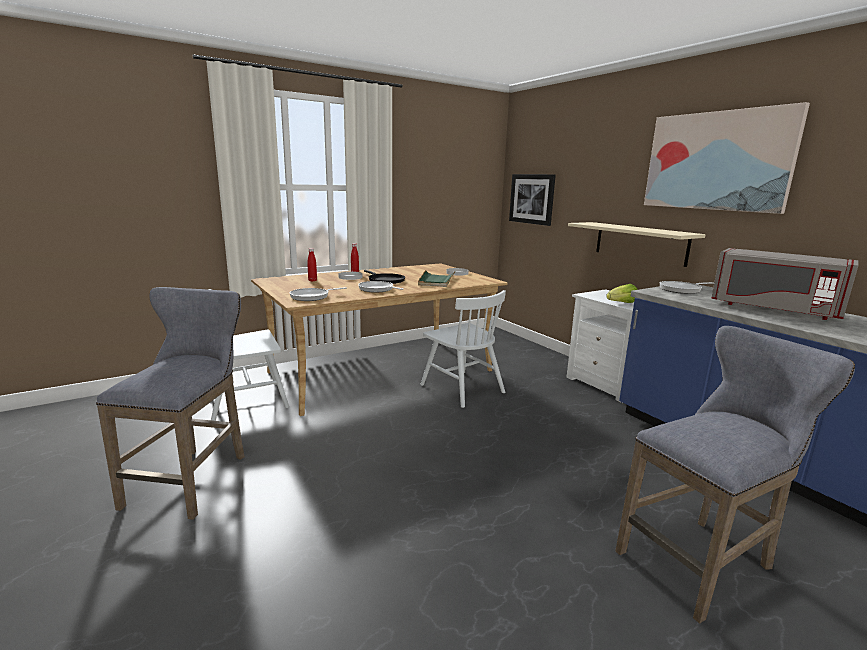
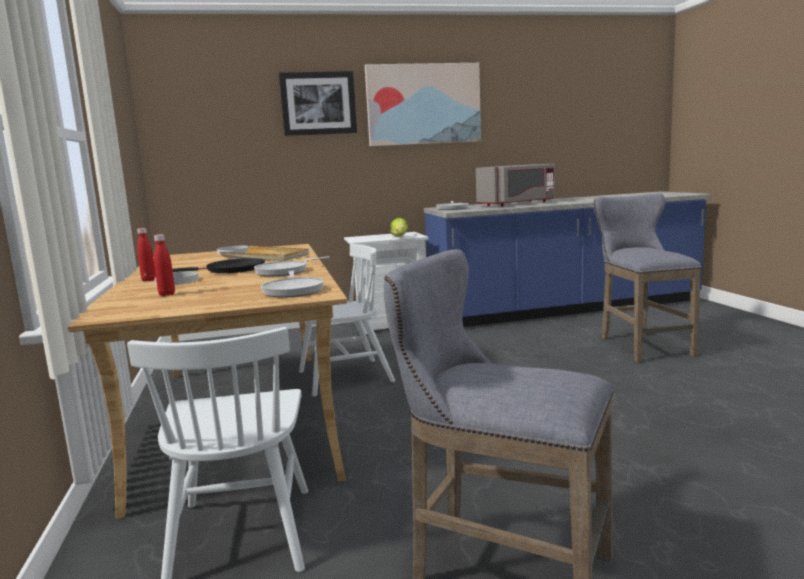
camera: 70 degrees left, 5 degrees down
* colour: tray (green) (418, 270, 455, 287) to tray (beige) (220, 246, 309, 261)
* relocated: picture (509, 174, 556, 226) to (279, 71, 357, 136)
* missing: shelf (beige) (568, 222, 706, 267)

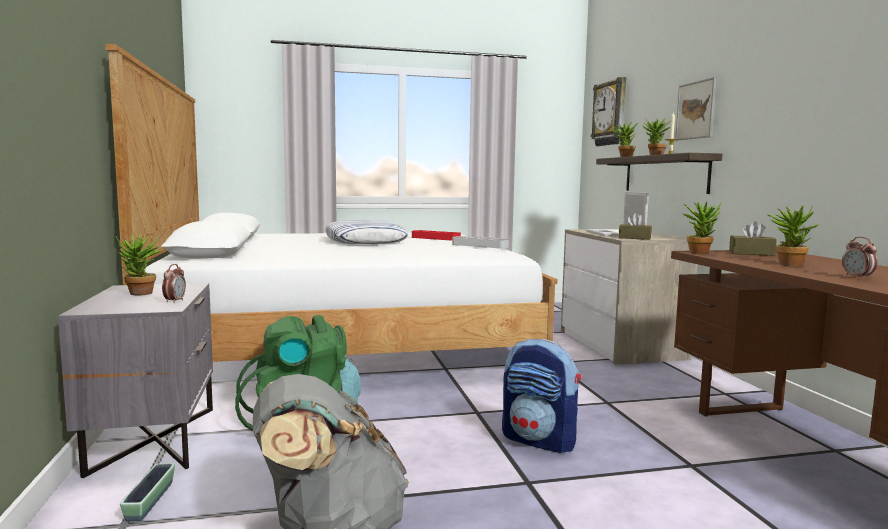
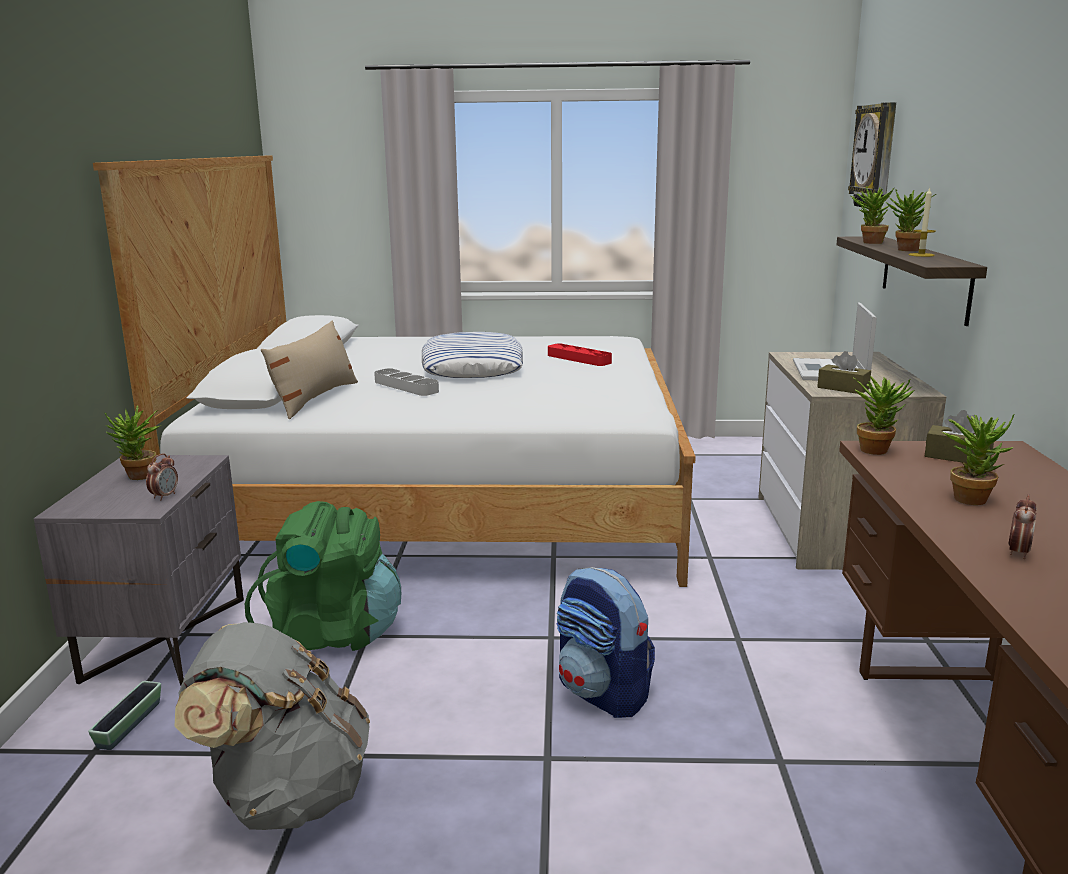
camera: 15 degrees right, 10 degrees up
* appeared: pillow (beige) (261, 321, 358, 420)
* relocated: tray (grey) (452, 236, 509, 249) to (374, 368, 439, 396)
* spun: alarm clock (842, 237, 878, 280) = (1008, 494, 1037, 559) 150 degrees counterclockwise
* missing: picture (675, 77, 717, 140)

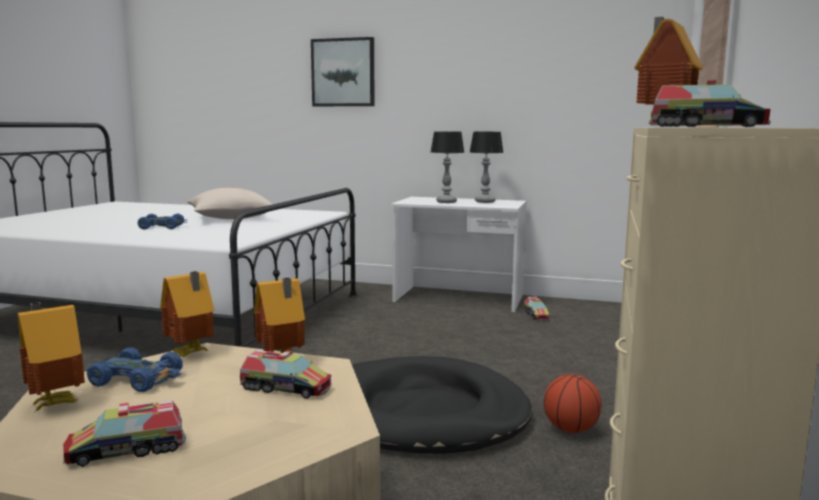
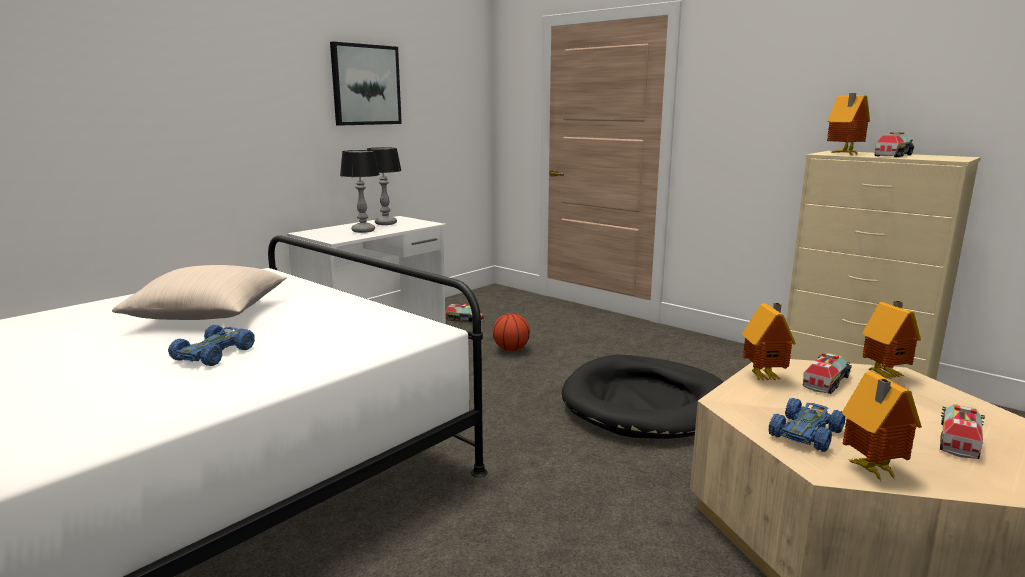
camera: 65 degrees left, 5 degrees up
* relocated: picture (311, 37, 375, 106) to (330, 42, 402, 126)
* relocated: basketball (544, 374, 602, 433) to (493, 313, 530, 351)
* relocated: toy house (160, 271, 214, 357) to (862, 301, 921, 378)
* spun: toy truck (63, 401, 186, 467) = (940, 404, 985, 459) 150 degrees counterclockwise

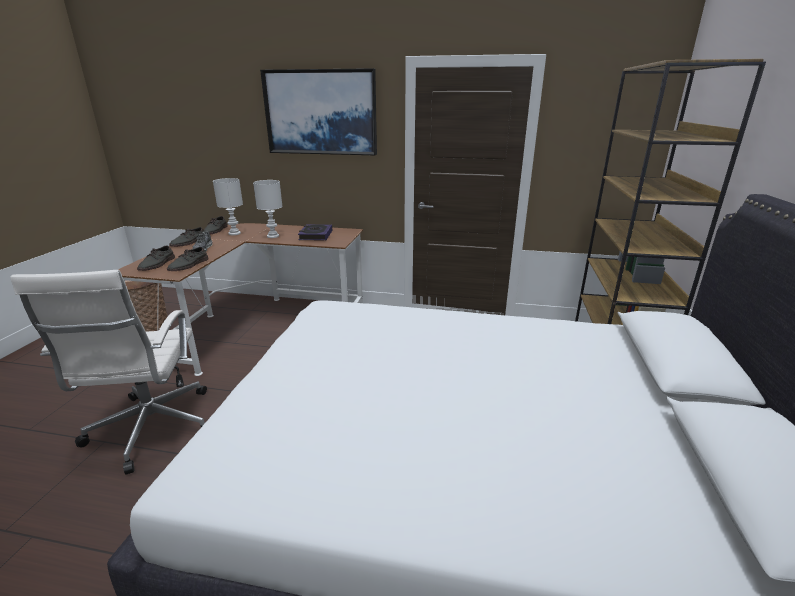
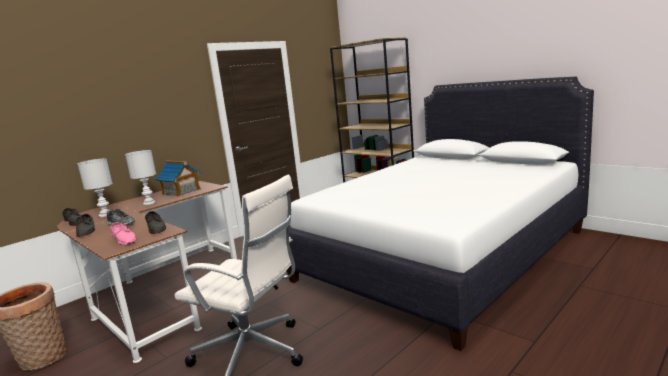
camera: 55 degrees left, 10 degrees down
* colour: shoe (grey) (137, 246, 175, 271) to shoe (pink) (110, 222, 137, 245)
* exchanged: book (298, 224, 332, 241) to toy house (156, 160, 201, 197)
* missing: picture (260, 68, 377, 155)

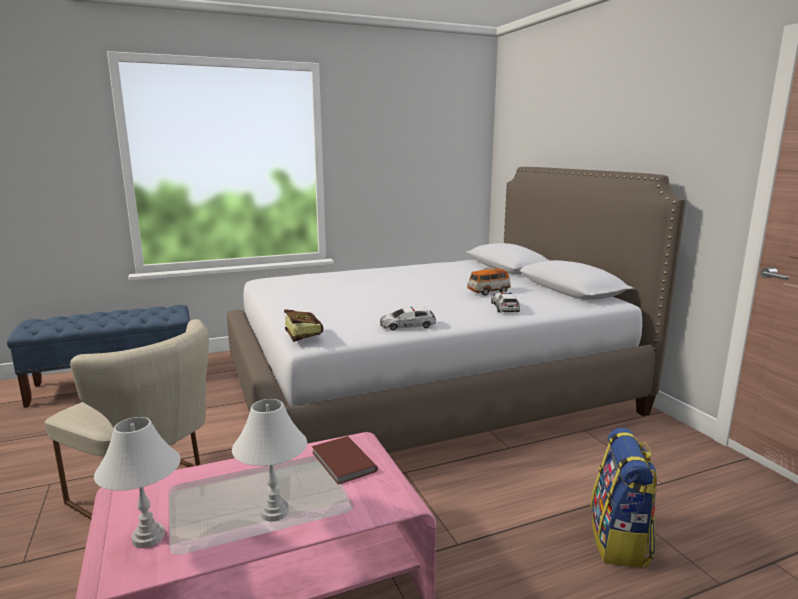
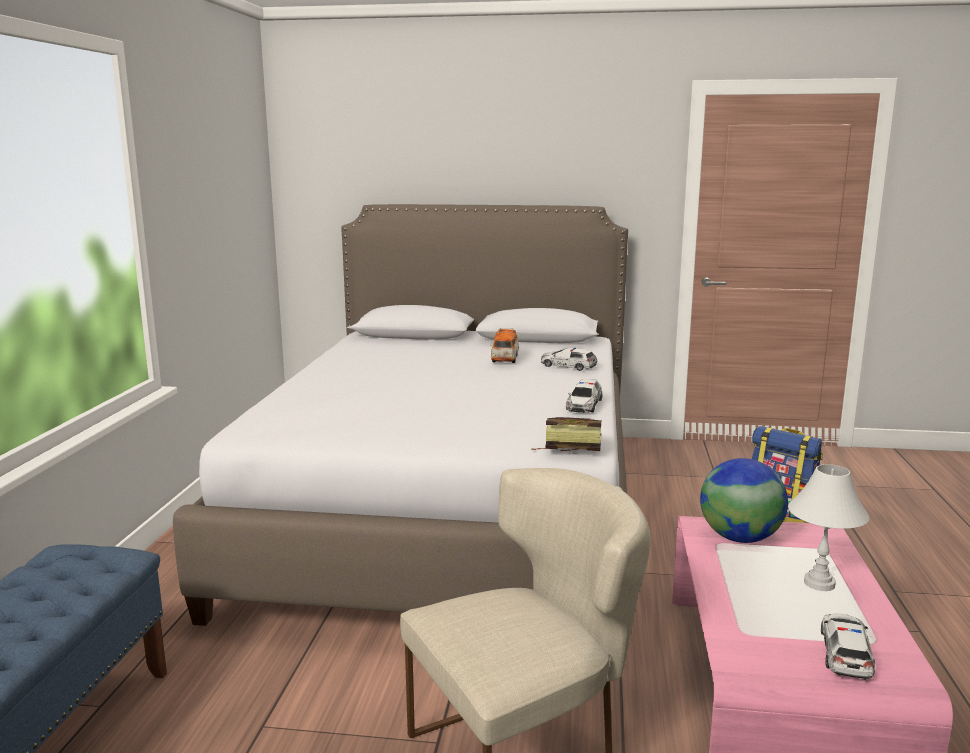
camera: 60 degrees left, 0 degrees up
* exchanged: book (brown) (312, 436, 378, 484) to globe (700, 458, 788, 543)
* exchanged: table lamp (white) (94, 417, 181, 548) to toy car (821, 613, 875, 680)

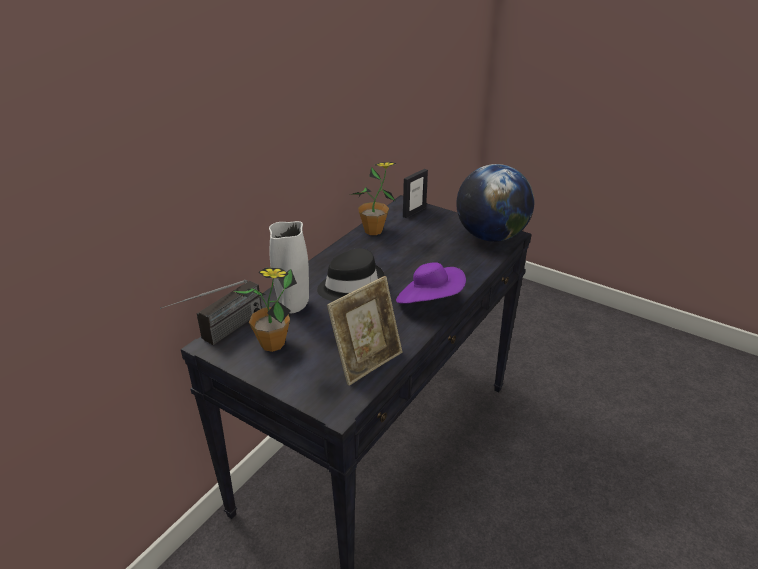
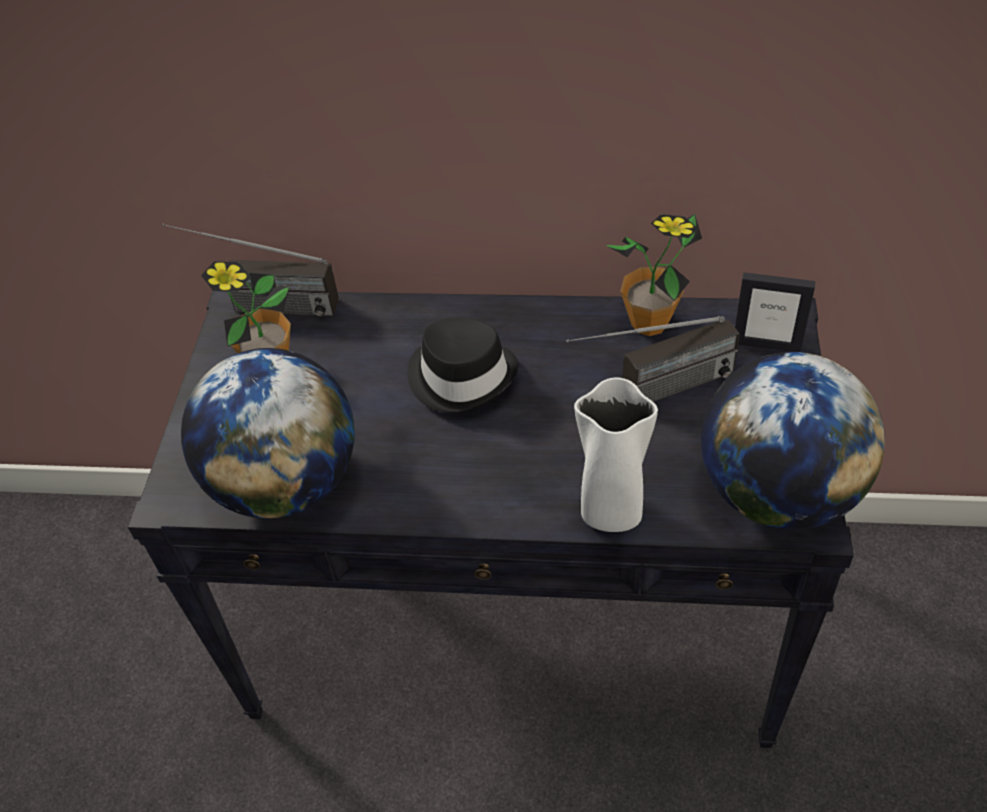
camera: 65 degrees right, 15 degrees up
* exchanged: picture frame (327, 276, 403, 386) to globe (181, 348, 355, 519)
* appeared: radio (566, 316, 740, 402)
* relocated: vase (white) (269, 221, 309, 313) to (574, 378, 658, 532)
* missing: hat (purple) (396, 262, 466, 304)

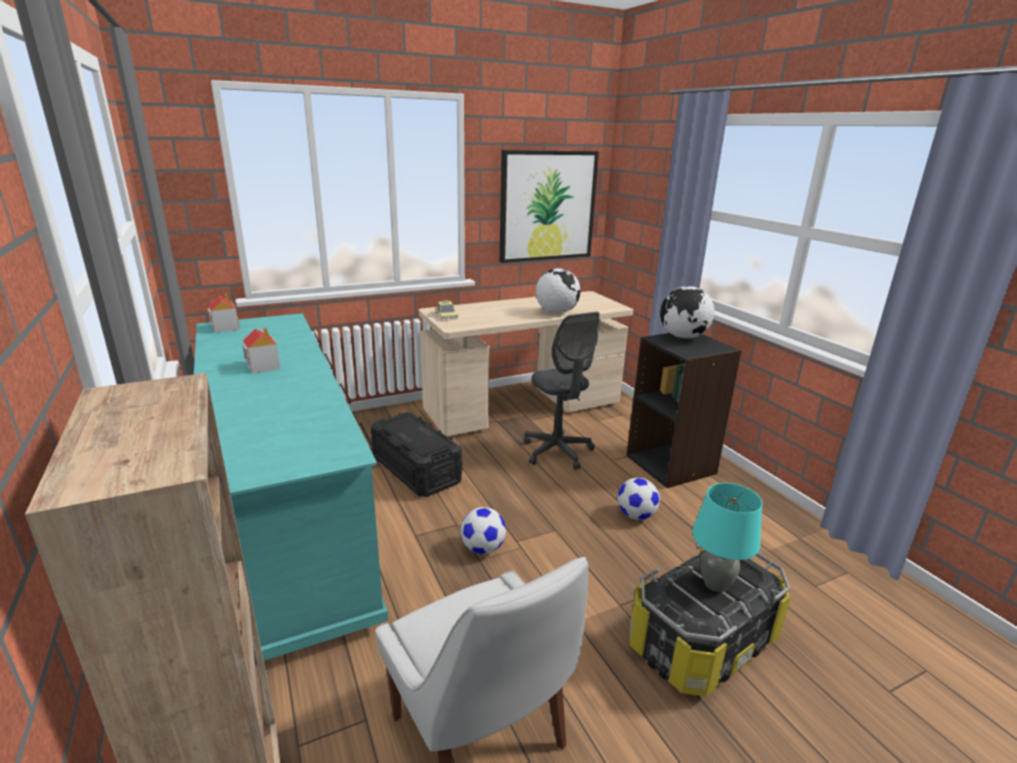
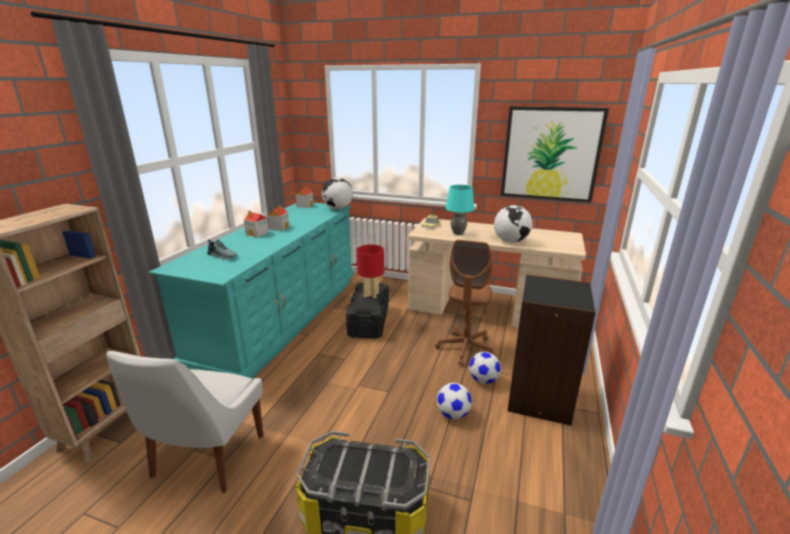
camera: 45 degrees right, 0 degrees up
* appeared: shoe (207, 240, 237, 260)
* appeared: toy house (244, 210, 269, 237)
* relocated: globe (660, 286, 714, 339) to (322, 178, 353, 209)
* appeared: table lamp (red) (357, 244, 384, 299)
* colour: office chair (grey) (524, 312, 600, 470) to office chair (brown) (435, 240, 496, 366)
* relocated: table lamp (turquoise) (692, 483, 763, 592) to (445, 185, 474, 235)
* relocated: football (460, 507, 506, 554) to (469, 352, 501, 384)

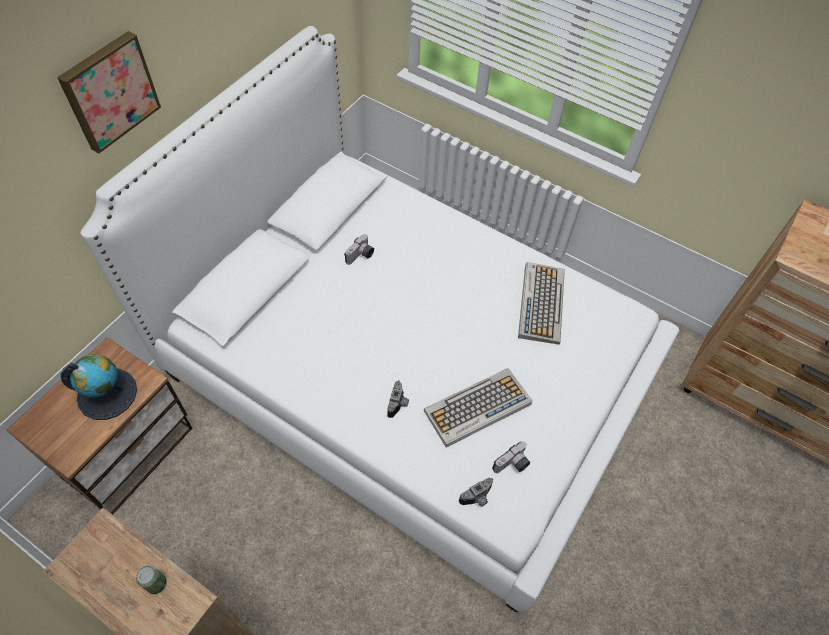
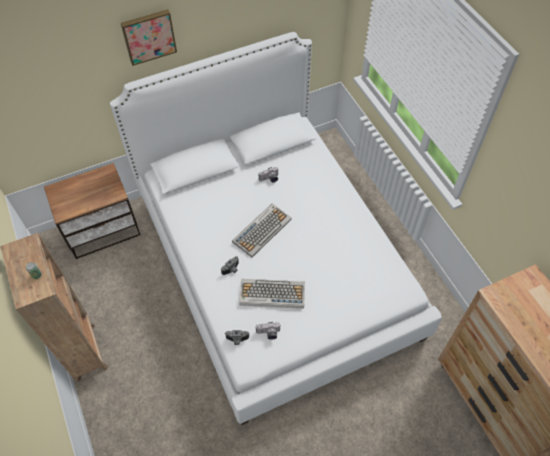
camera: 35 degrees right, 0 degrees up
* relocated: keyboard (518, 262, 565, 344) to (232, 203, 292, 257)
* missing: globe (60, 354, 137, 420)

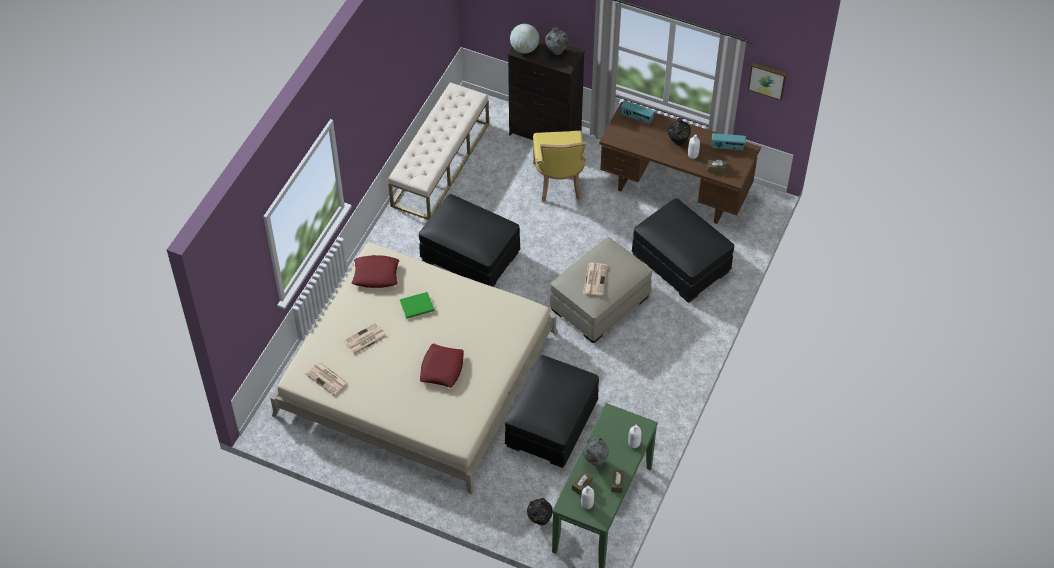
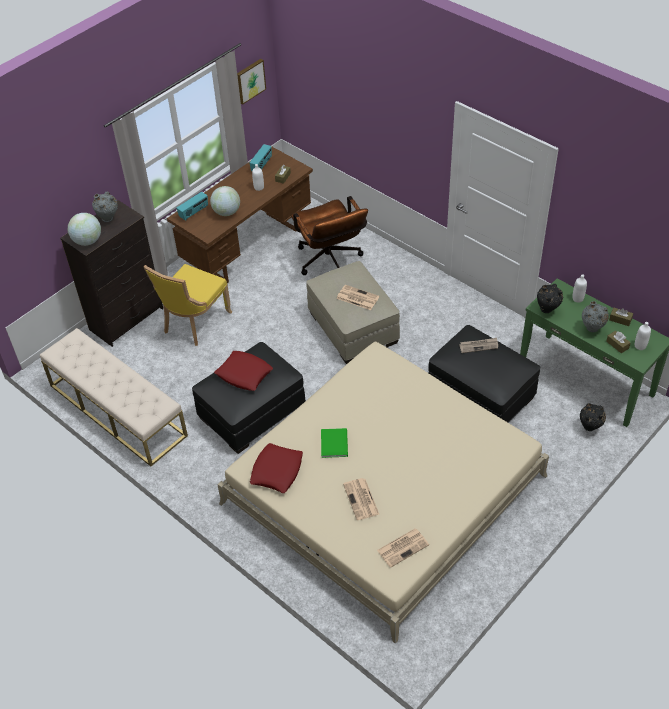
camera: 70 degrees left, 5 degrees down
* spun: chair (yellow) (532, 131, 586, 202) = (144, 264, 232, 346) 105 degrees clockwise
* appeared: globe (210, 186, 240, 216)
* relocated: pillow (red) (420, 344, 464, 388) to (214, 351, 273, 391)
* exchanged: ottoman (black) (632, 198, 734, 303) to office chair (brown) (291, 196, 368, 275)
* appeared: newspaper (459, 338, 498, 353)
* relocated: vase (black) (668, 118, 691, 146) to (537, 284, 563, 313)

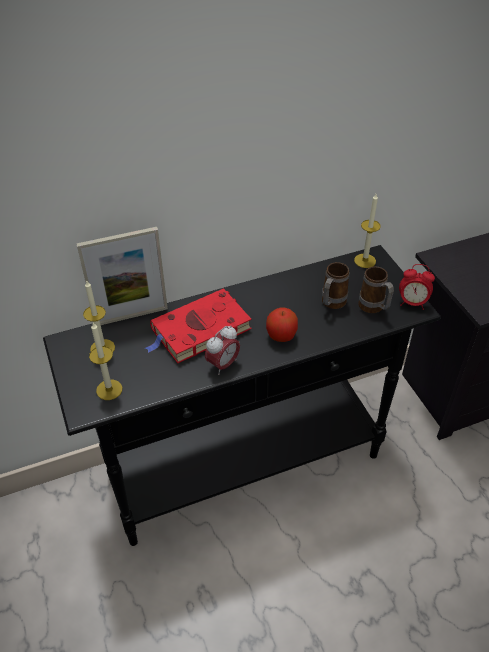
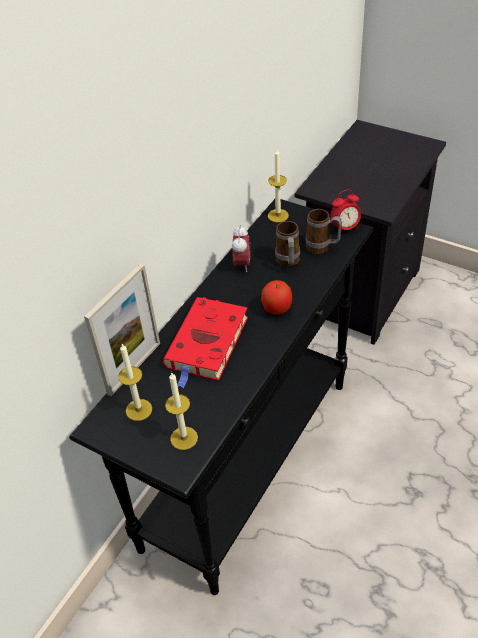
camera: 35 degrees left, 0 degrees up
* relocated: alarm clock (205, 326, 240, 375) to (232, 225, 250, 272)

